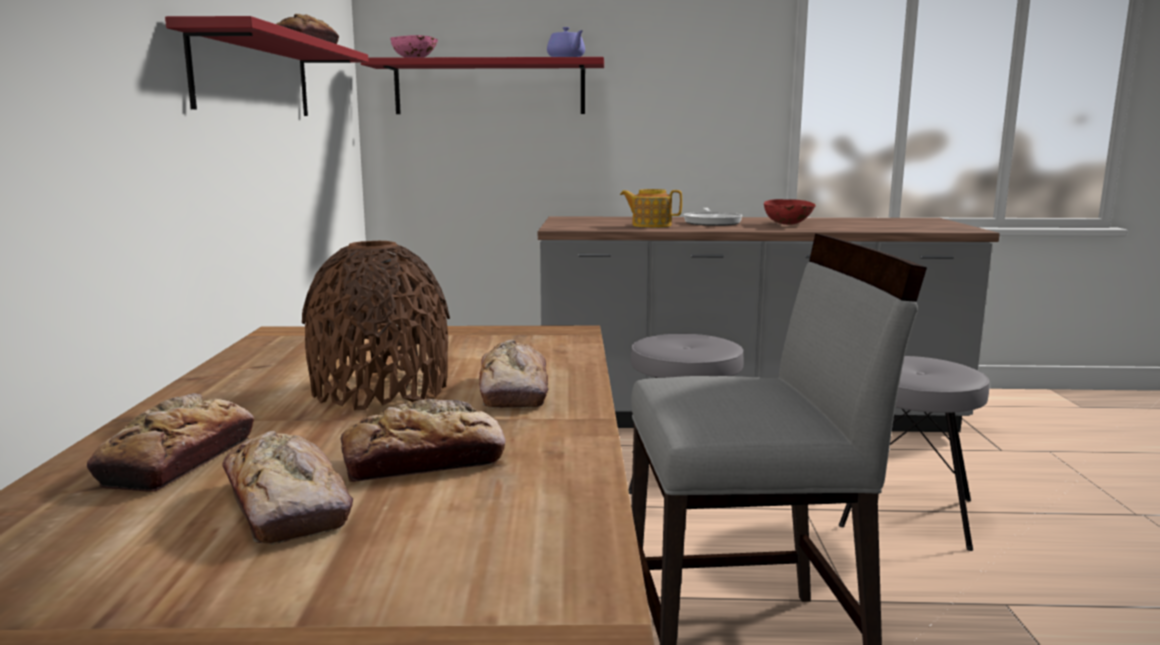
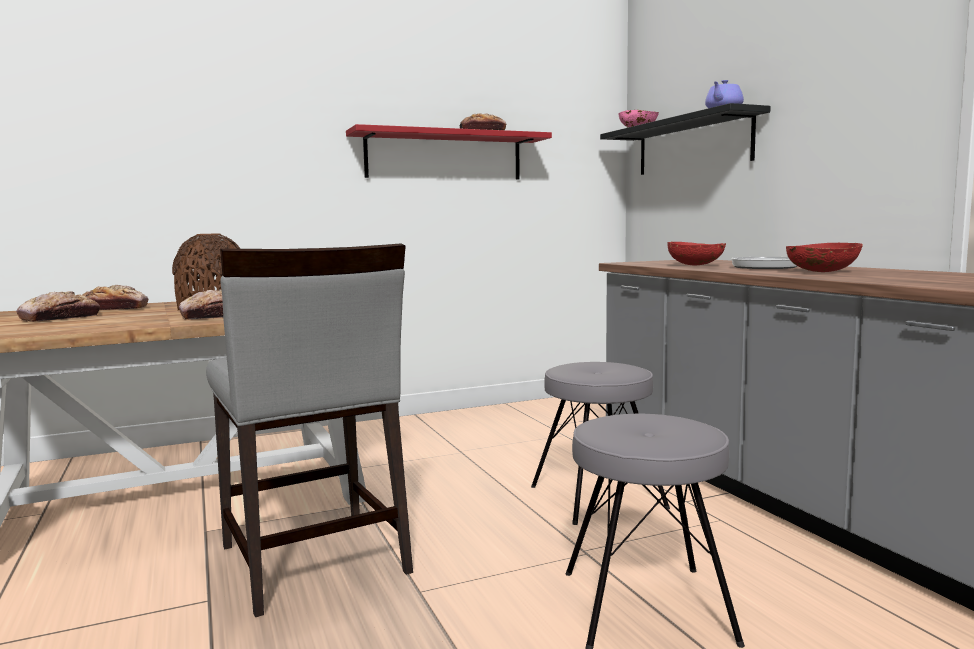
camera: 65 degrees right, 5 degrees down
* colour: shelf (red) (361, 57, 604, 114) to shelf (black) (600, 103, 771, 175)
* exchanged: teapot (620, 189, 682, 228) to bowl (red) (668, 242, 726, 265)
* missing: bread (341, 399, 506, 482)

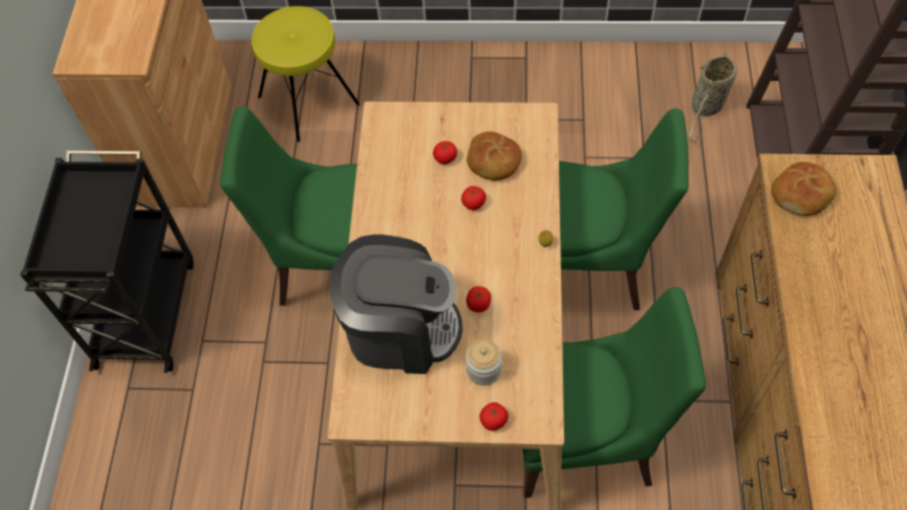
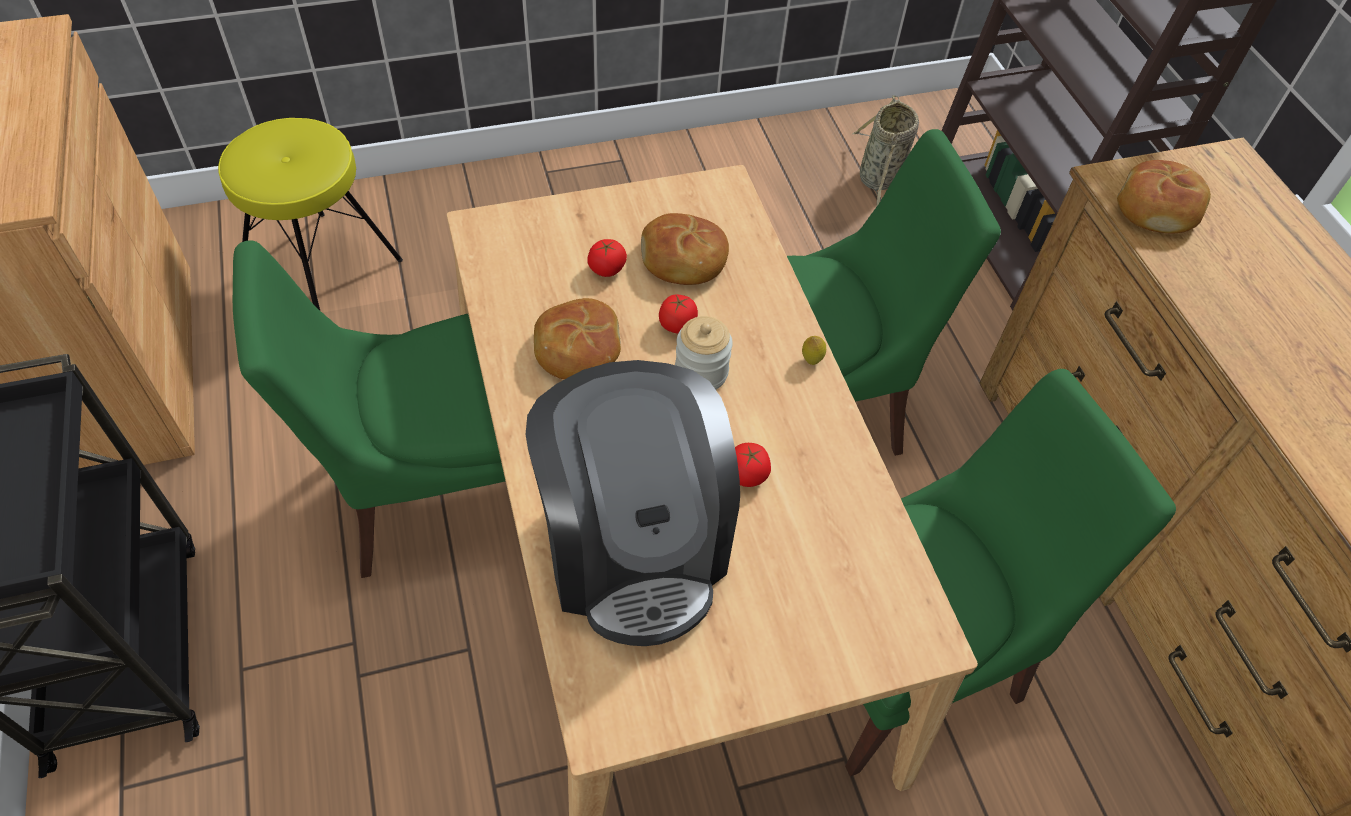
camera: 25 degrees left, 5 degrees down
* spun: coffee machine (330, 234, 463, 374) = (525, 360, 740, 646) 90 degrees clockwise
* appeared: bread (534, 298, 621, 379)
* relocated: jar (466, 339, 502, 385) to (675, 316, 733, 390)
* missing: tomato (480, 402, 508, 431)

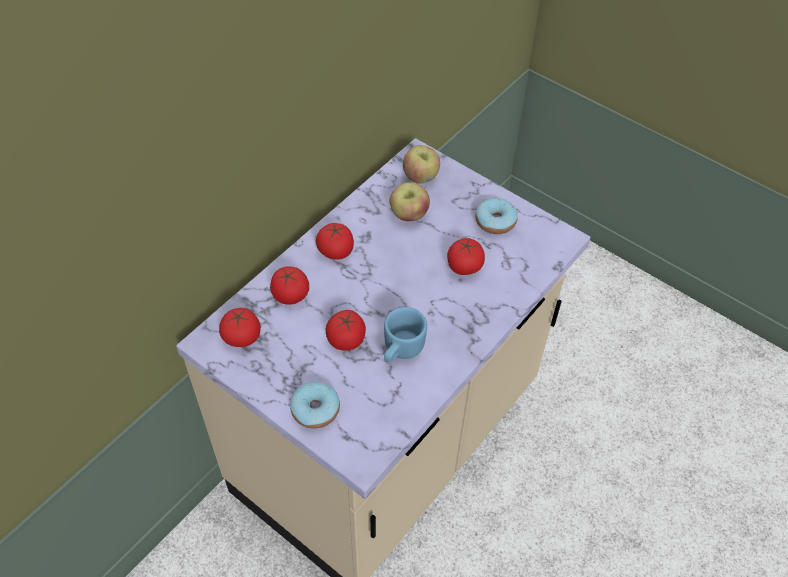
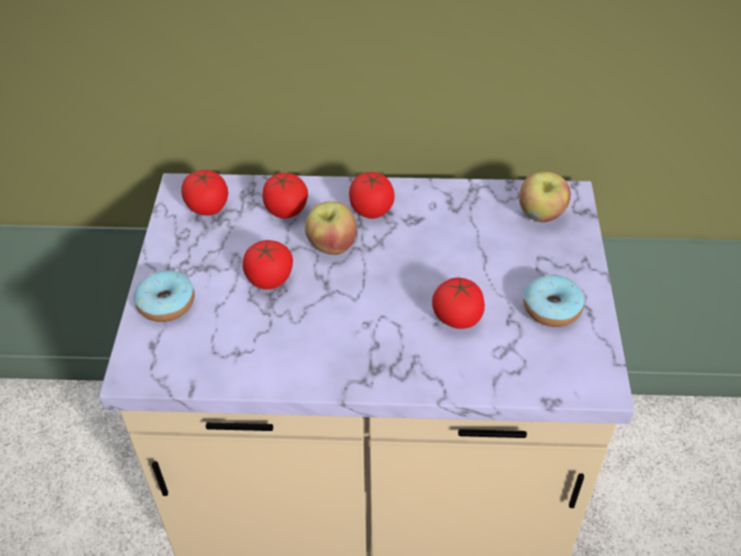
camera: 55 degrees right, 5 degrees down
* relocated: apple (389, 182, 430, 221) to (305, 201, 357, 255)
* missing: mug (blue) (384, 307, 427, 362)

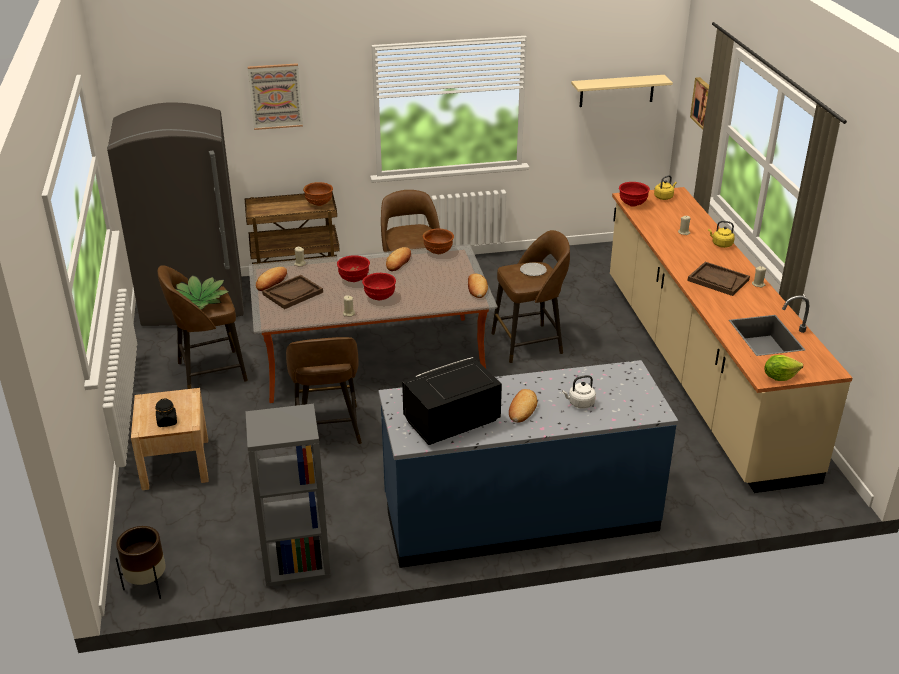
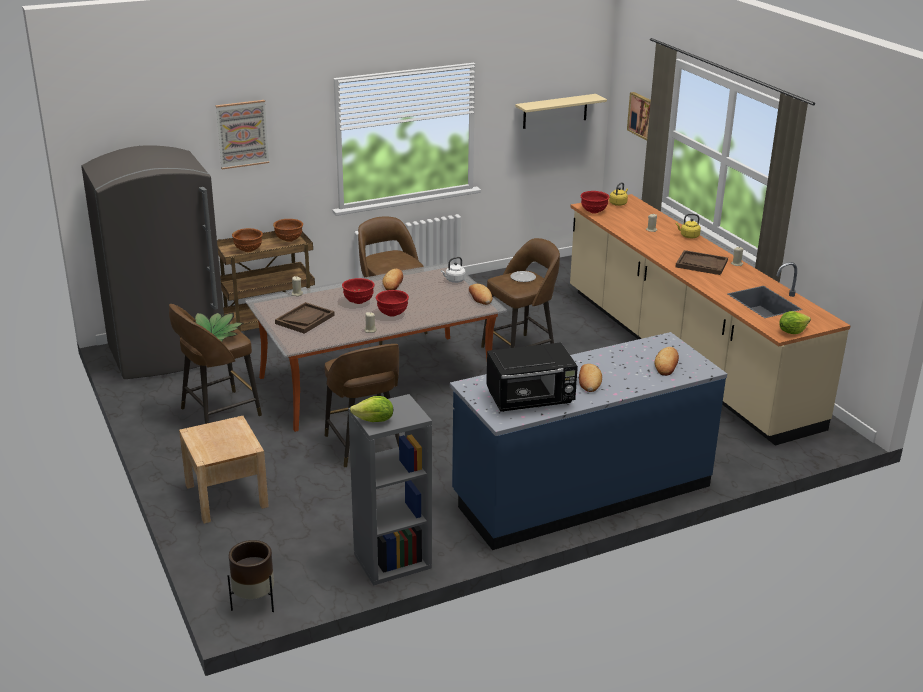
camera: 15 degrees left, 5 degrees down
* relocated: bowl (brown) (423, 228, 454, 254) to (232, 228, 263, 252)
* appeared: lettuce (350, 396, 393, 422)
* relocated: kettle (white) (562, 375, 596, 409) to (441, 257, 466, 283)
* spun: microwave (black) (402, 357, 502, 445) = (486, 342, 578, 412) 150 degrees counterclockwise
* relocated: bread (256, 267, 287, 291) to (654, 347, 679, 376)
* missing: jar (black) (155, 398, 177, 427)

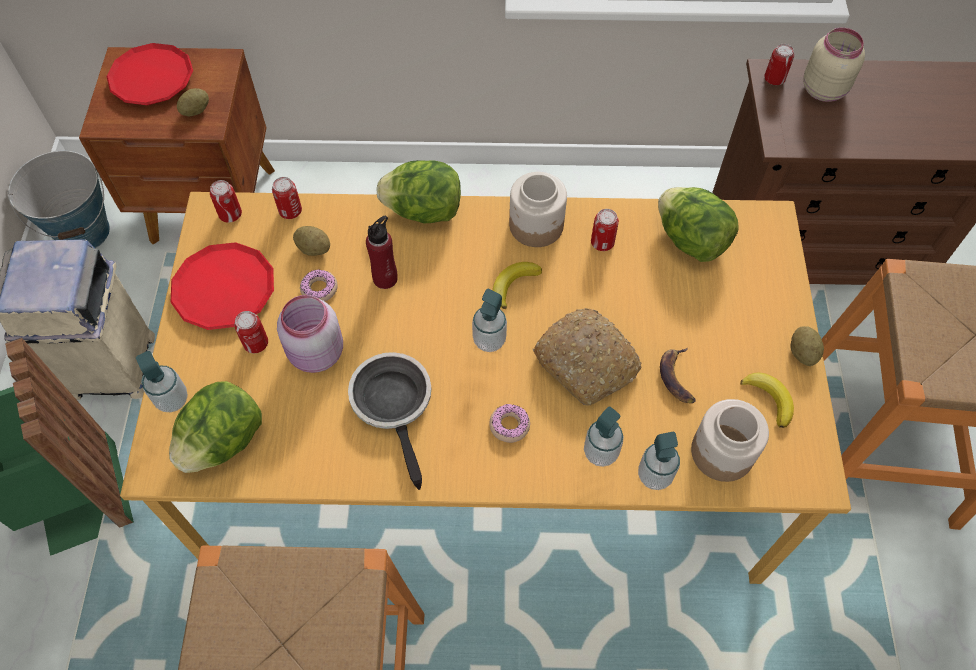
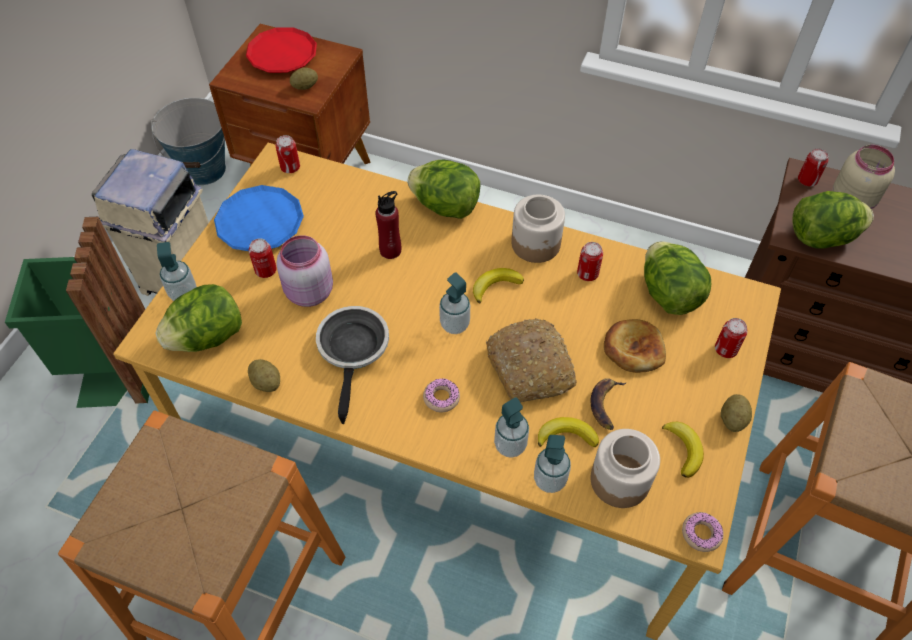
camera: 20 degrees right, 5 degrees down
* colour: plate (red) (171, 242, 274, 330) to plate (blue) (214, 185, 304, 251)
* relocated: potato (293, 226, 330, 256) to (248, 359, 280, 392)
* appeared: banana (538, 417, 599, 447)
* appeared: bread (604, 319, 666, 373)
* relocated: donut (300, 270, 337, 301) to (682, 512, 724, 552)
* relocated: can (272, 177, 302, 219) to (715, 318, 748, 358)
* appeared: lettuce (792, 191, 874, 249)

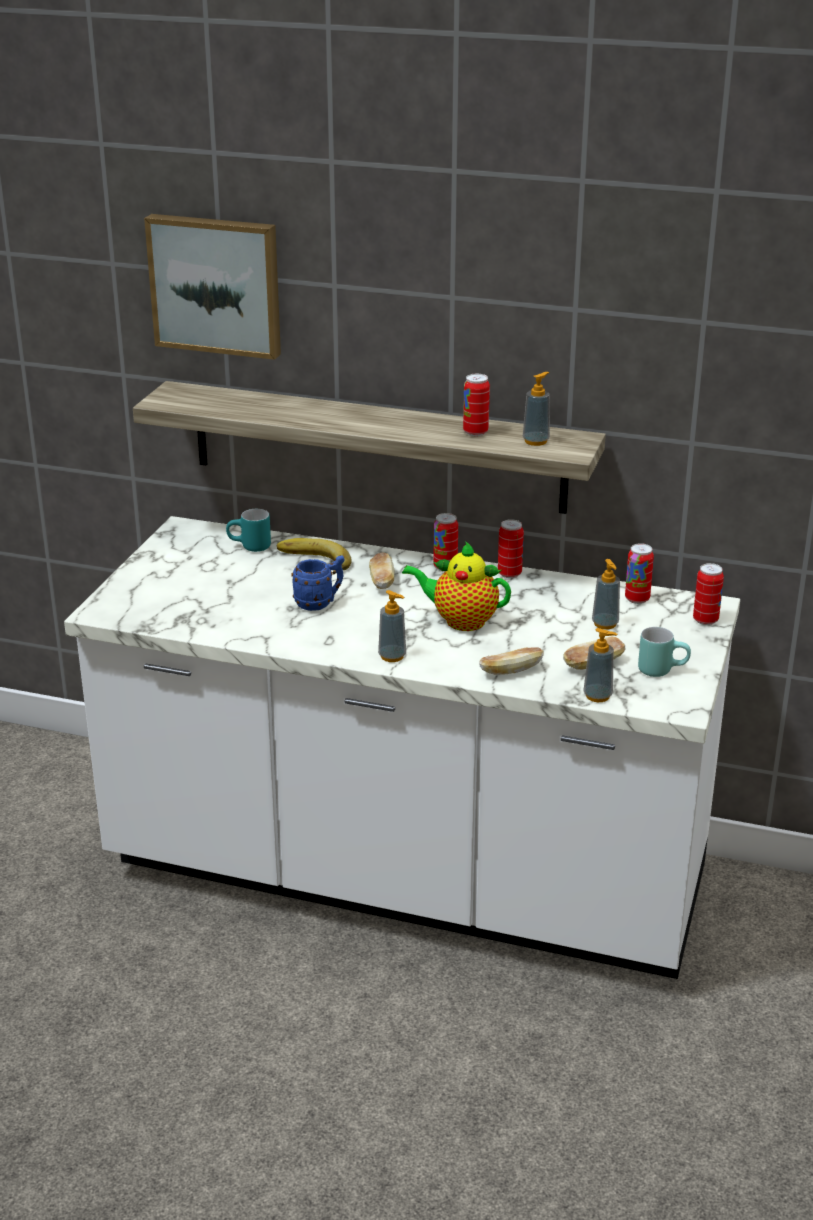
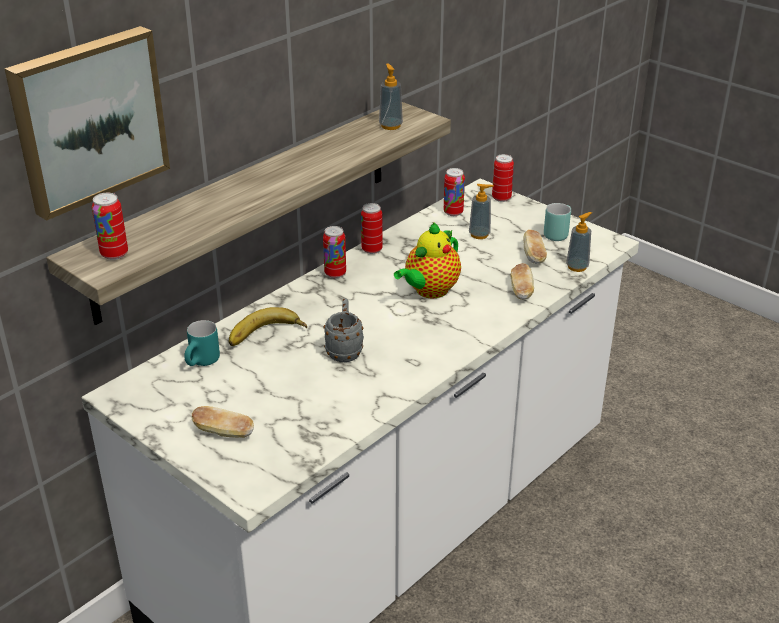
camera: 65 degrees left, 5 degrees up
* relocated: can (463, 374, 490, 436) to (92, 193, 128, 260)
* relocated: bread (369, 552, 395, 589) to (192, 406, 254, 438)
* colour: mug (blue) (291, 555, 344, 611) to mug (grey) (323, 299, 364, 362)
* missing: soap dispenser (378, 590, 406, 662)

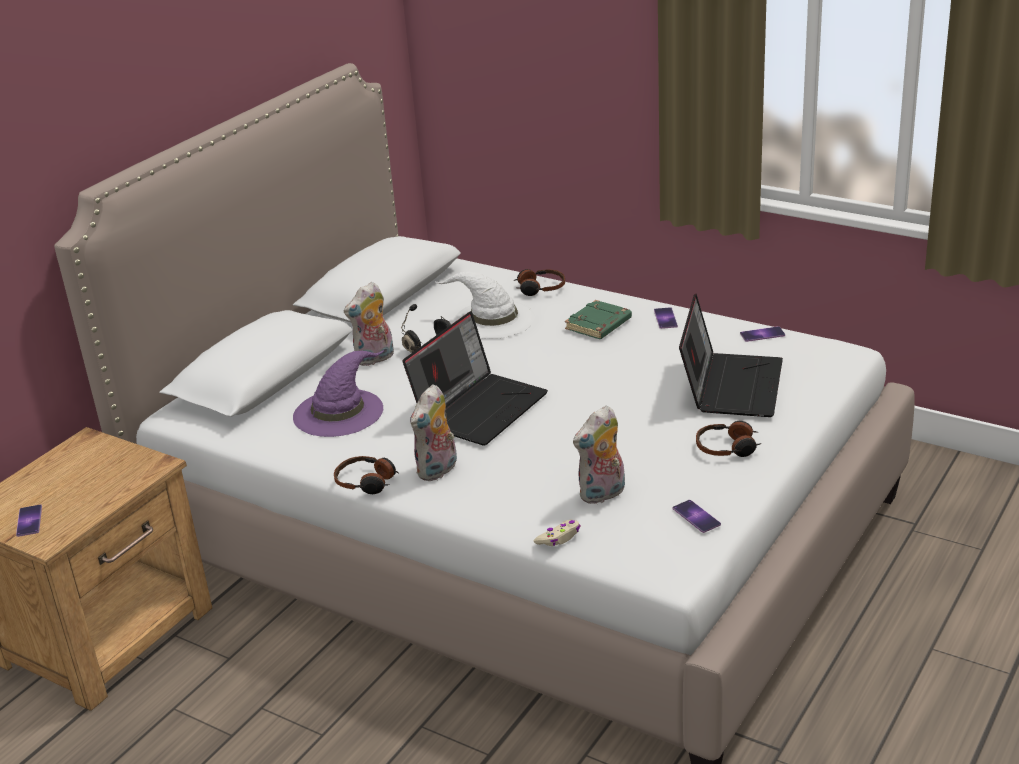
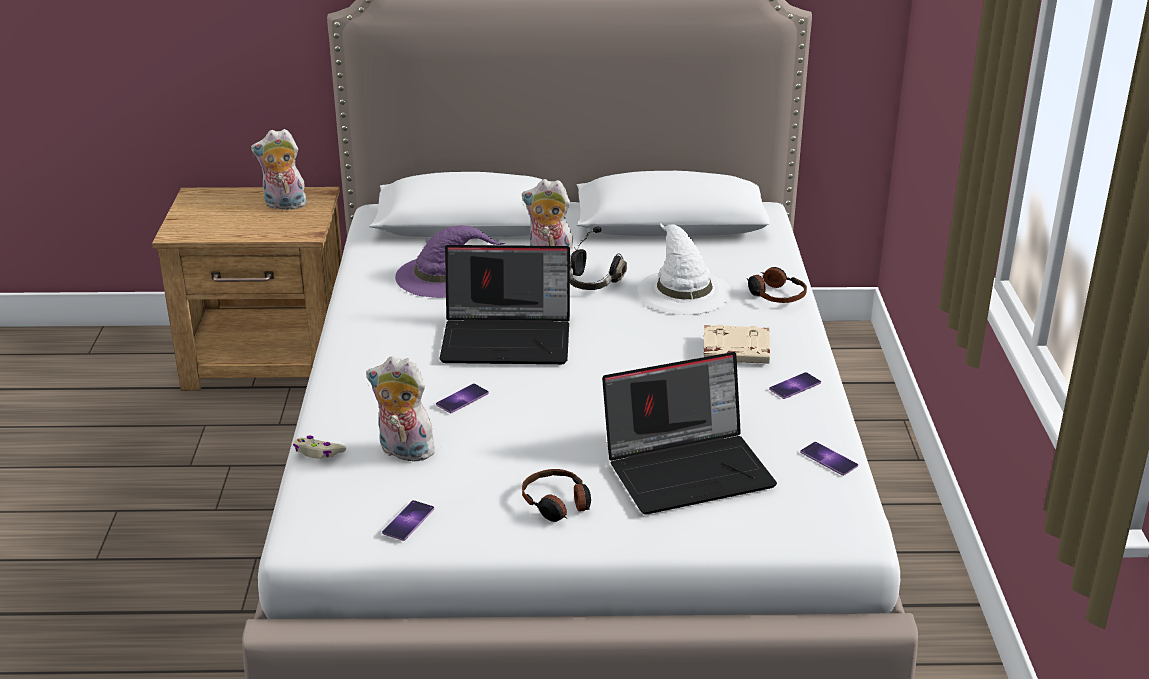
camera: 55 degrees right, 0 degrees up
* relocated: plush toy (410, 384, 457, 481) to (251, 129, 307, 210)
* relocated: phone (16, 504, 42, 537) to (436, 384, 489, 414)
* colour: book (green) (565, 300, 632, 339) to book (beige) (703, 324, 770, 364)
* missing: headphones (334, 456, 399, 494)

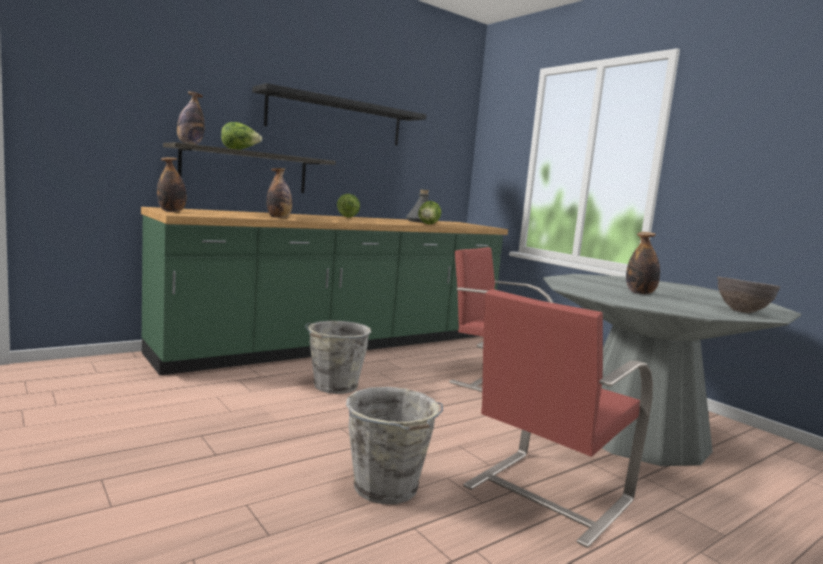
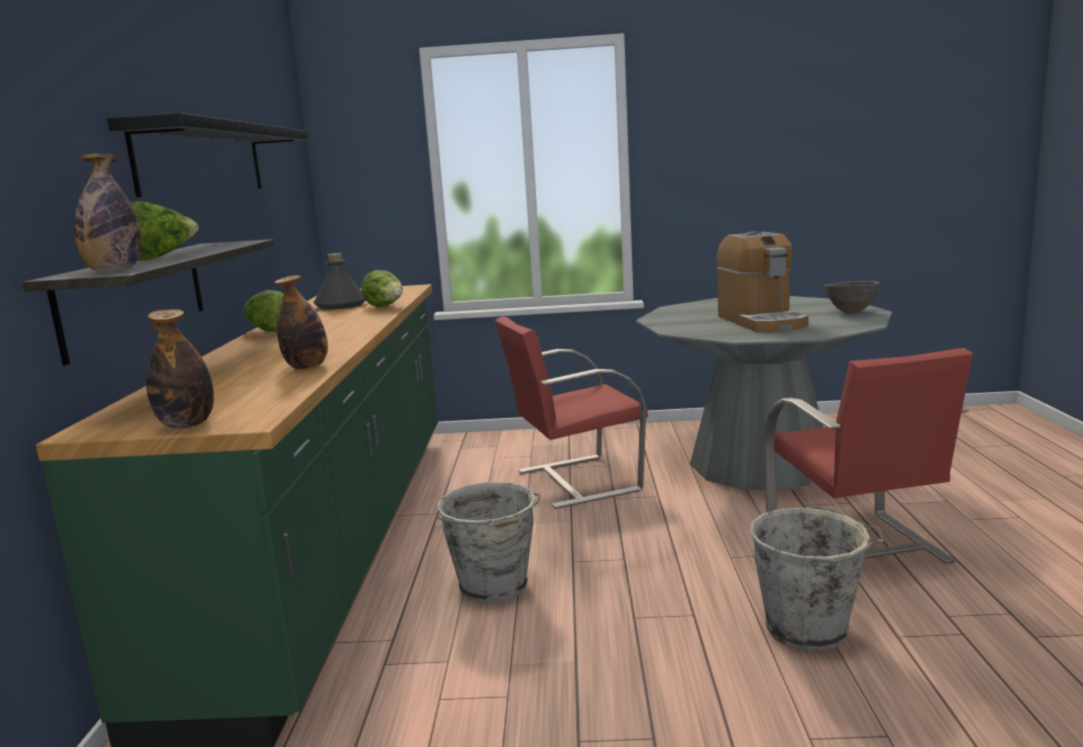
camera: 50 degrees left, 5 degrees up
* exchanged: bottle (626, 232, 660, 294) to coffee machine (717, 231, 809, 332)

